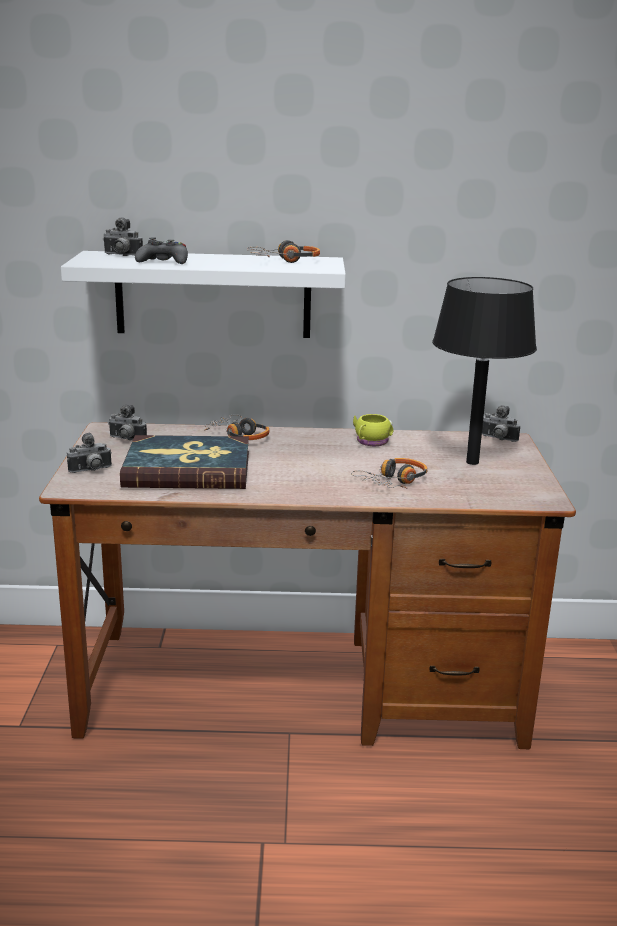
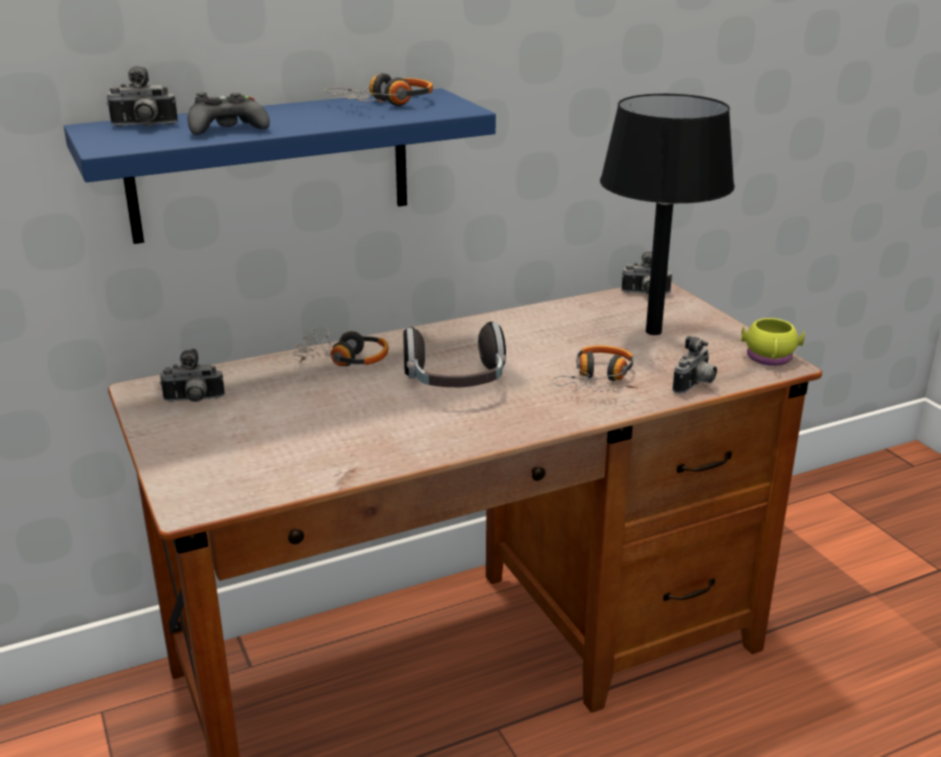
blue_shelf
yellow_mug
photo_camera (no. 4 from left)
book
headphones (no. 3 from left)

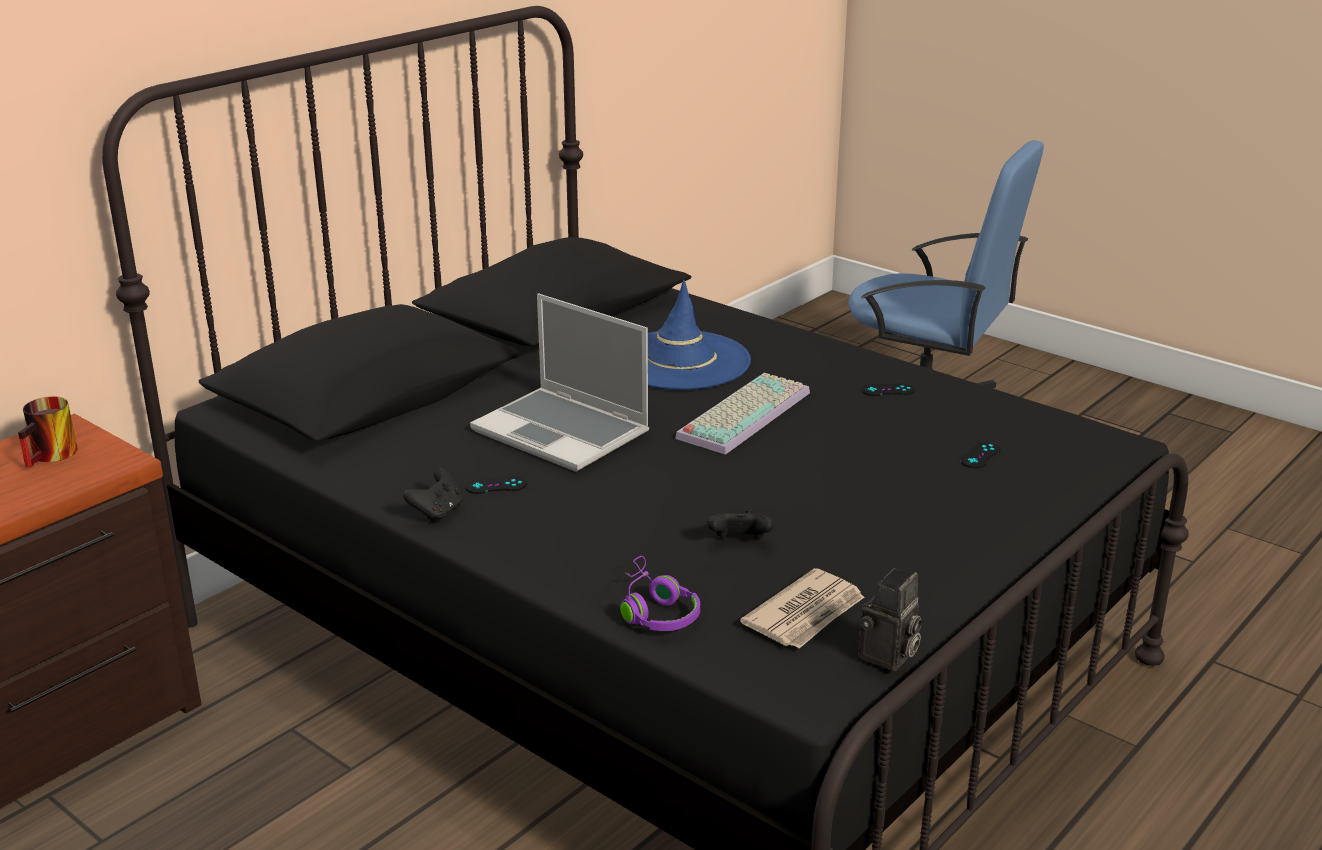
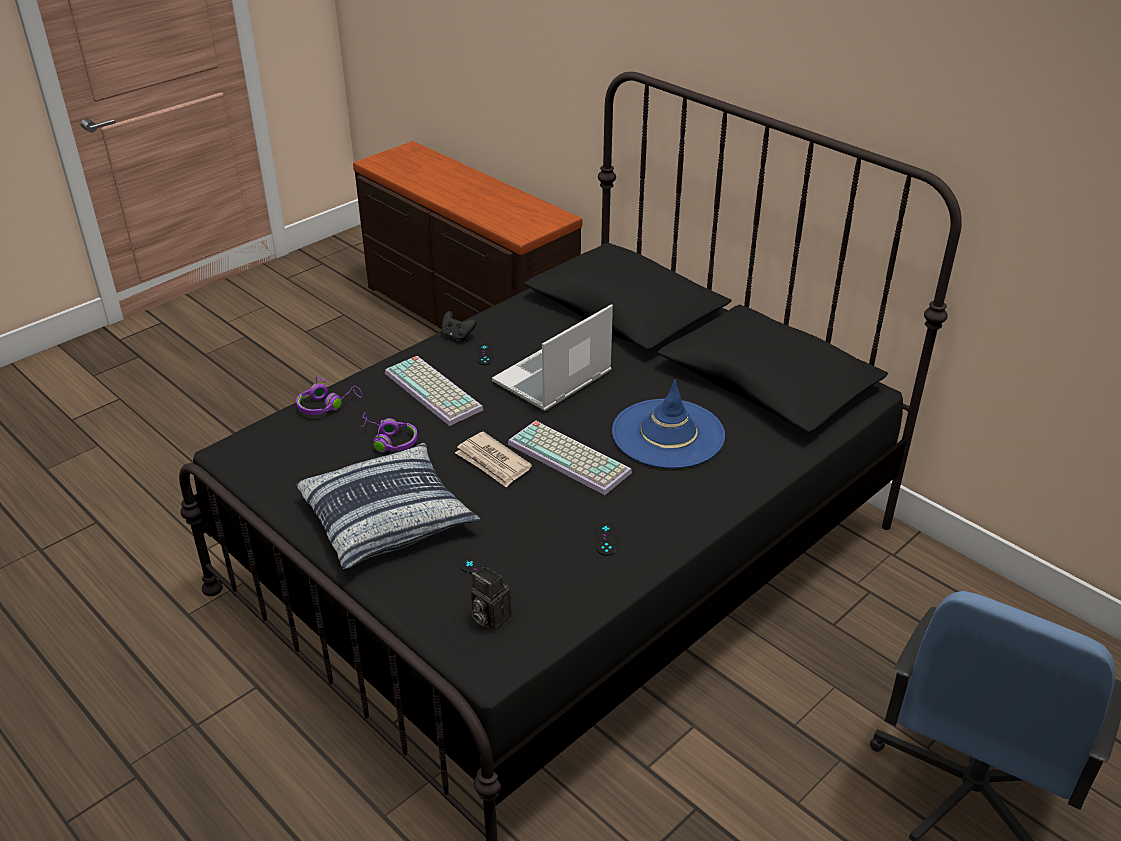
mug
purple_headphones (no. 2 from left)
newspaper
photo_camera
keyboard (no. 1 from left)
pillow

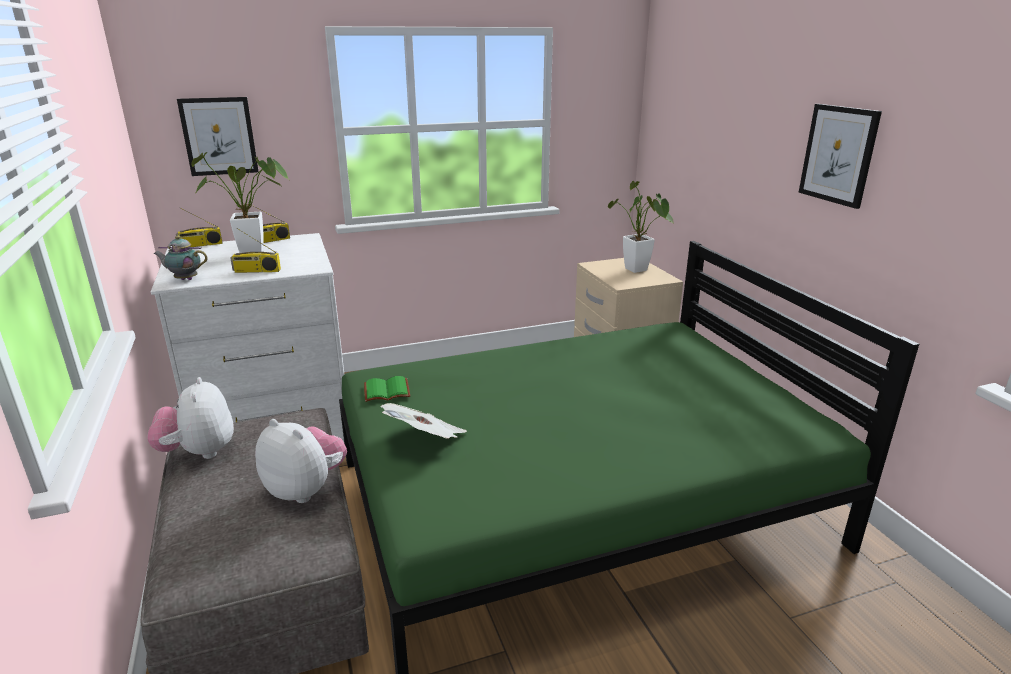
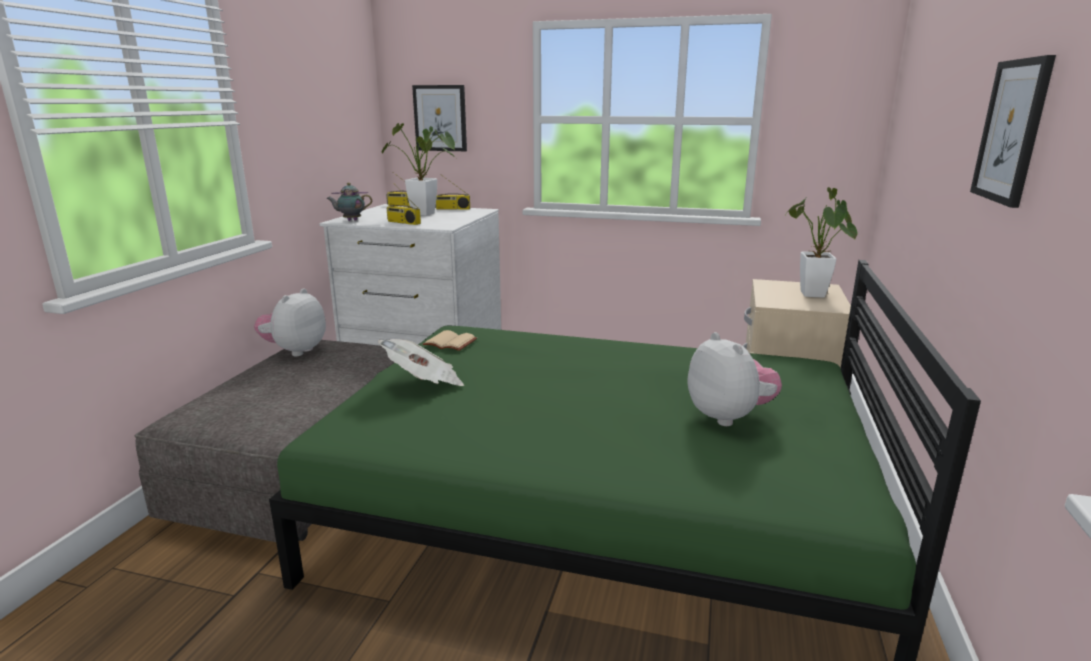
teapot
beige_book
plush_toy (no. 2 from left)

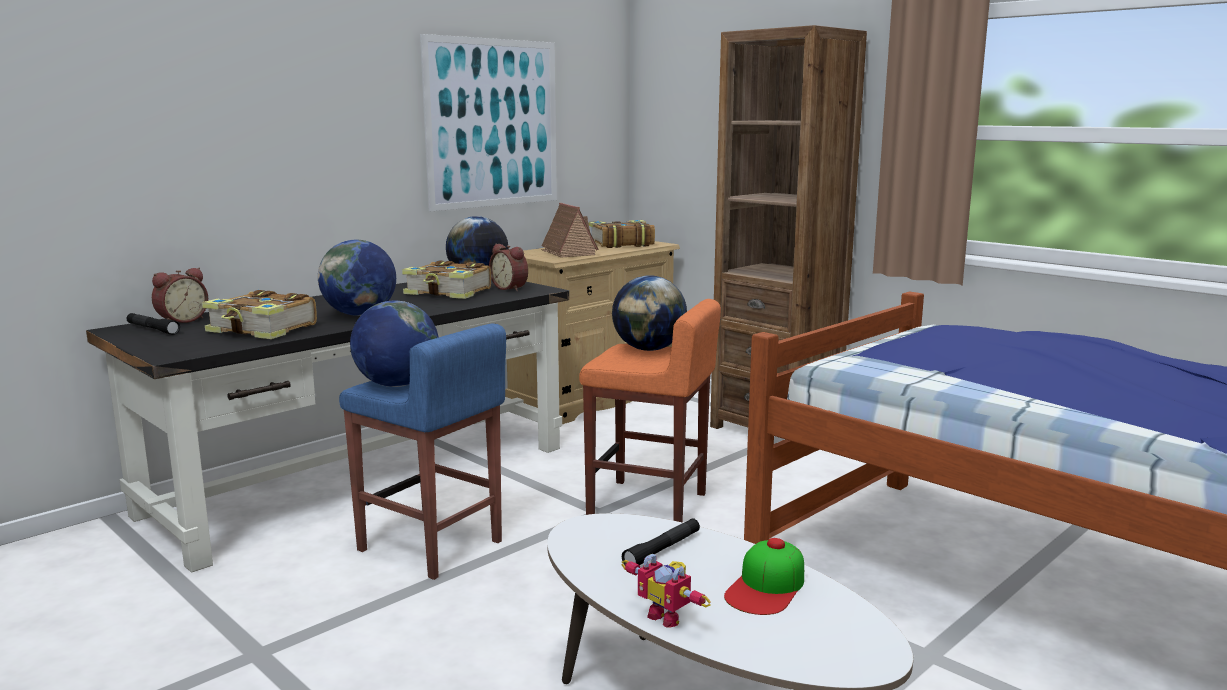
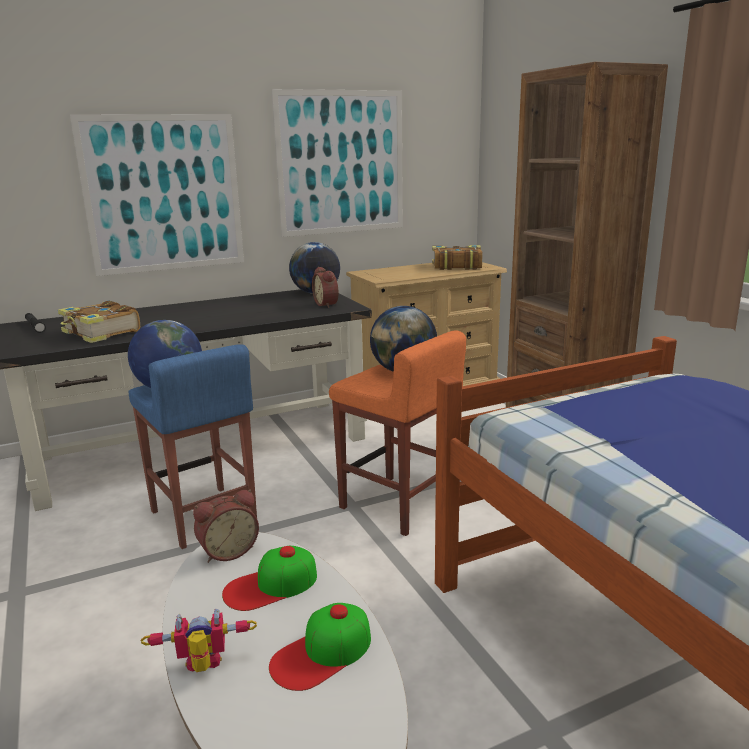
toy_house
globe (no. 1 from left in the first image)
book (no. 2 from left in the first image)
alarm_clock (no. 1 from left)
cap (no. 1 from left)
toy_robot
picture (no. 1 from left)

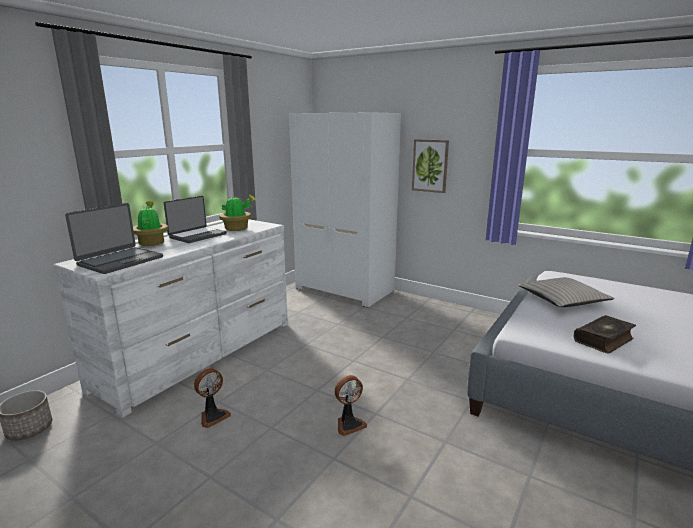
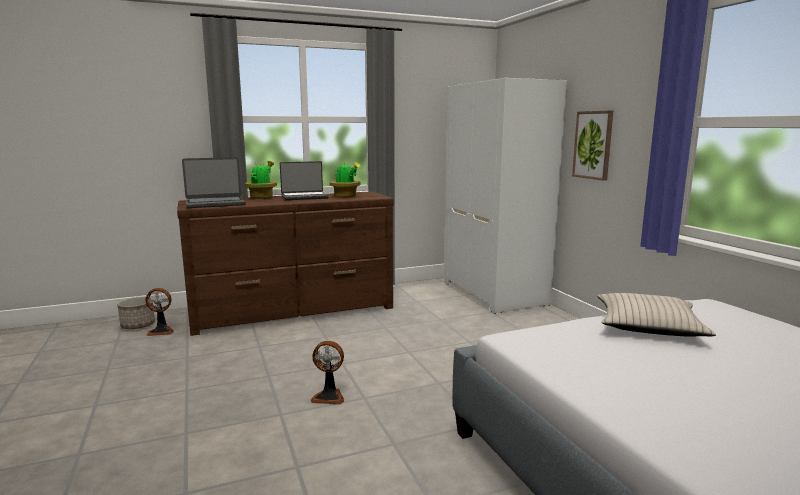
brown_dresser
book
fan (no. 1 from left)

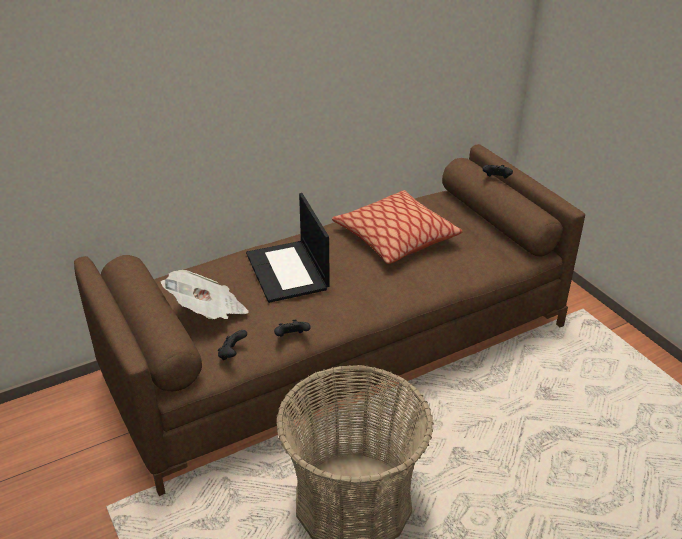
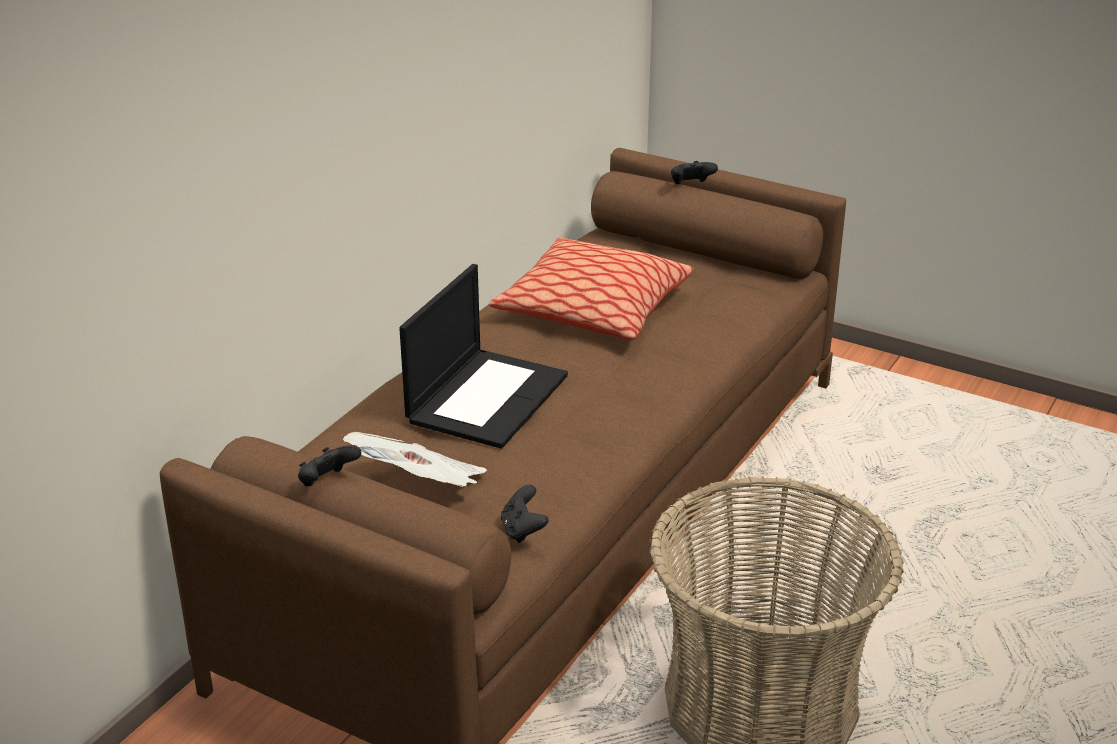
laptop
black_game_controller (no. 1 from left)

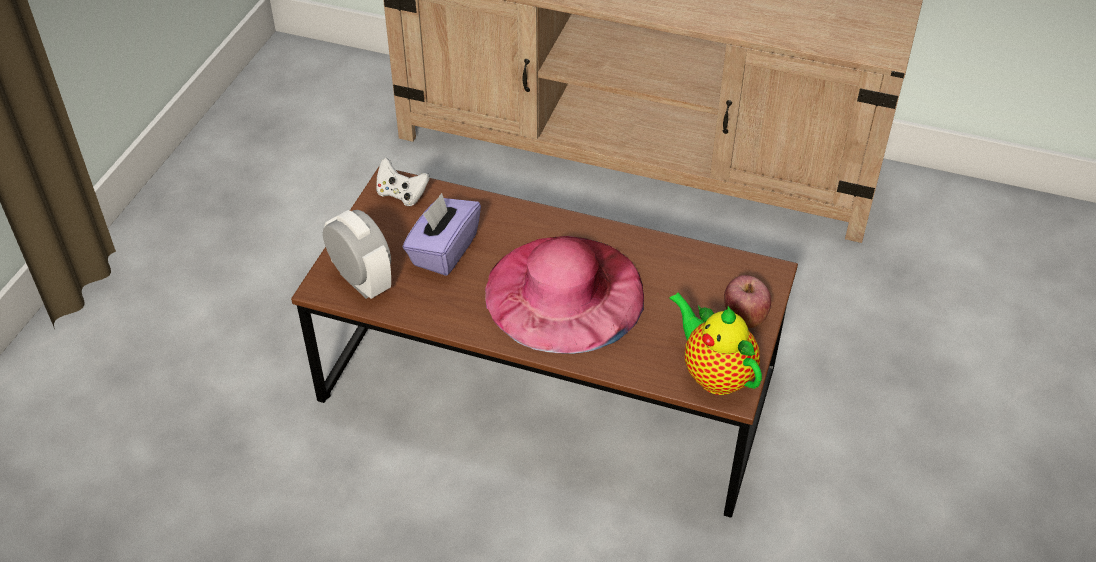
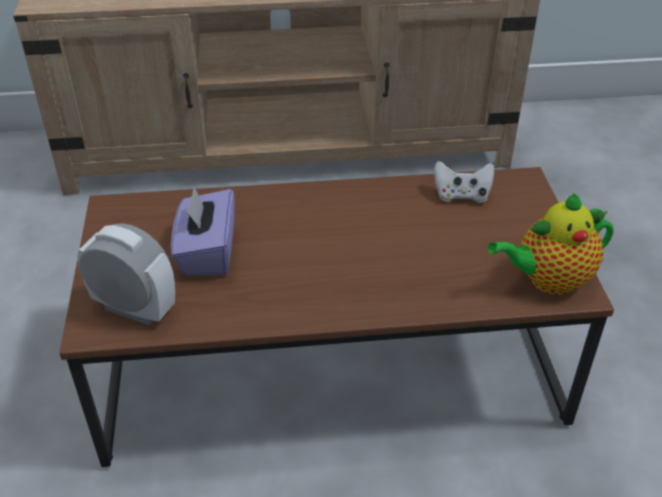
white_game_controller
pink_hat
apple
teapot

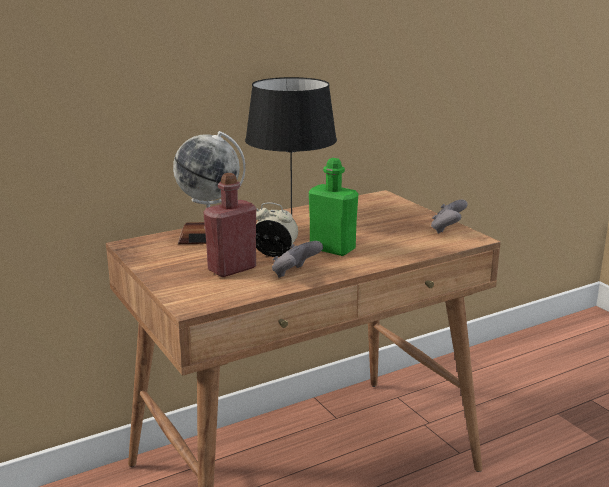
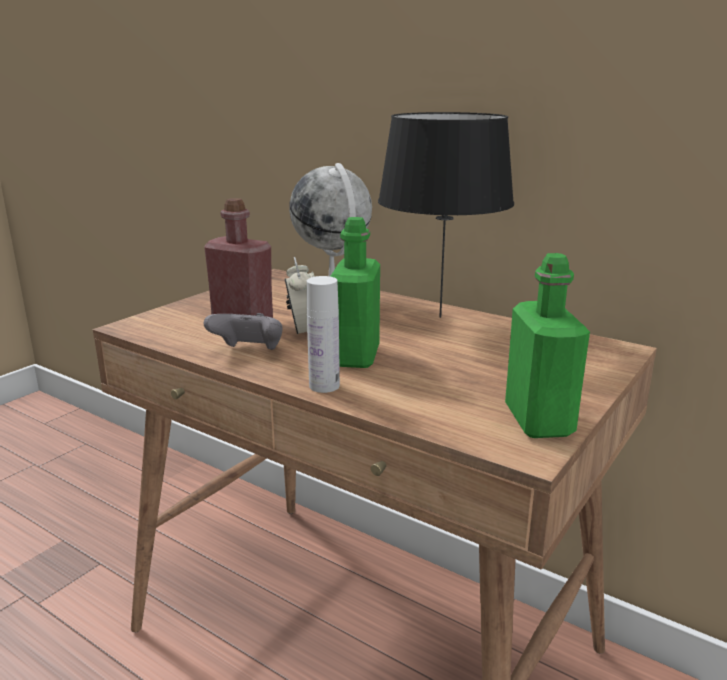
green_bottle (no. 2 from left)
white_bottle

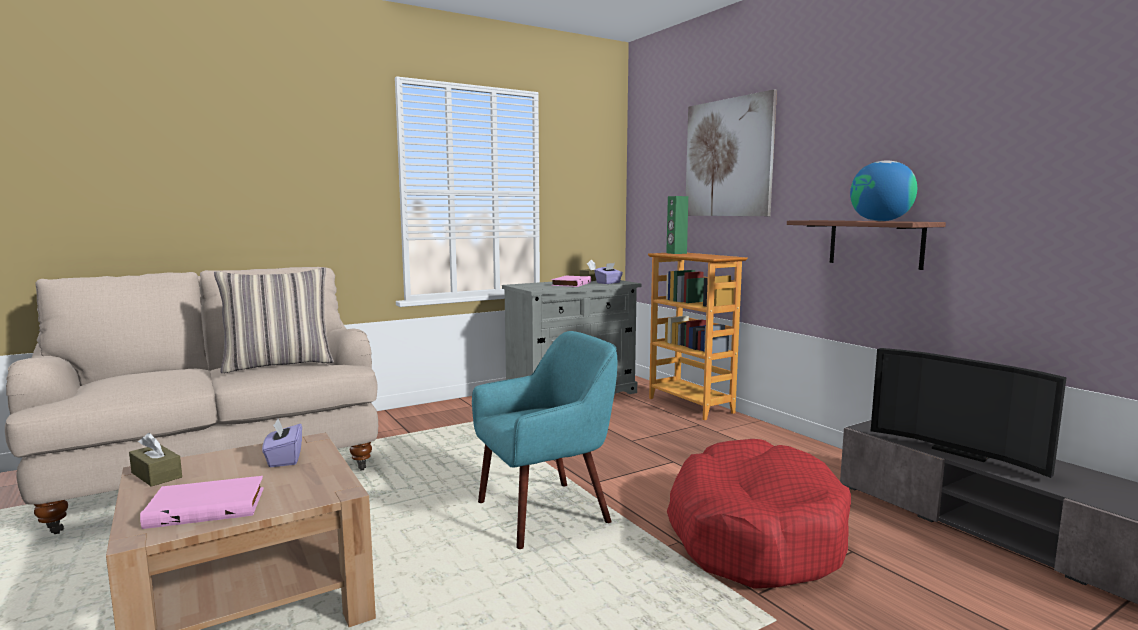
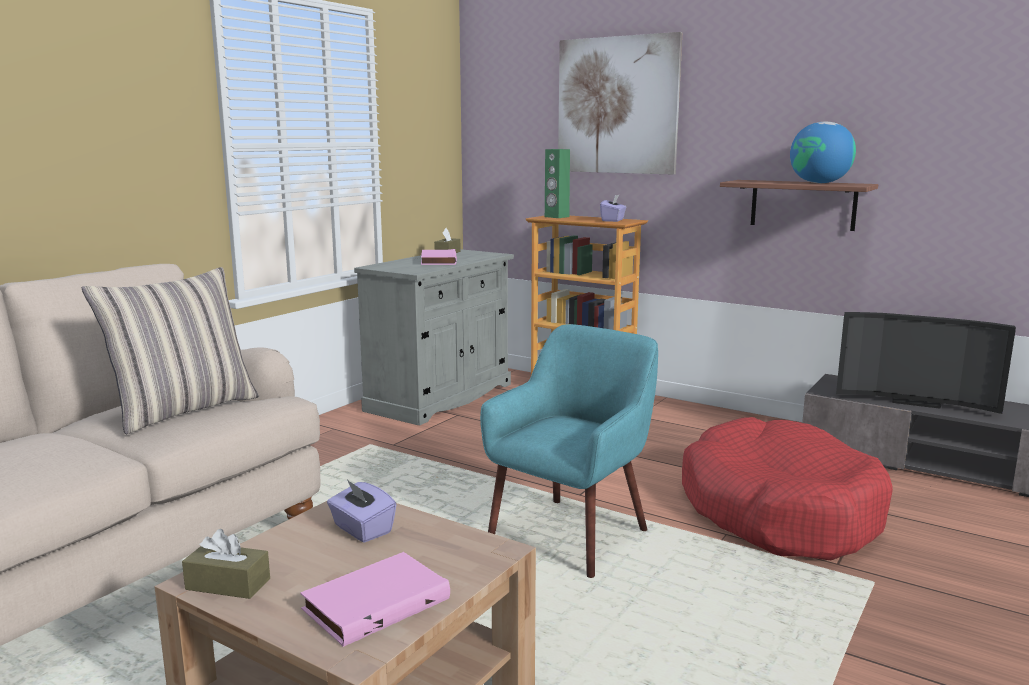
purple_tissue_box (no. 2 from left)

